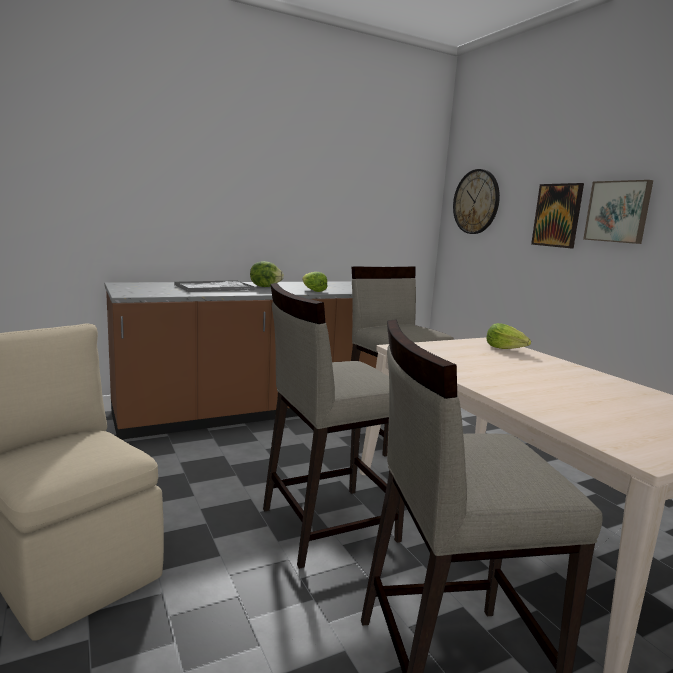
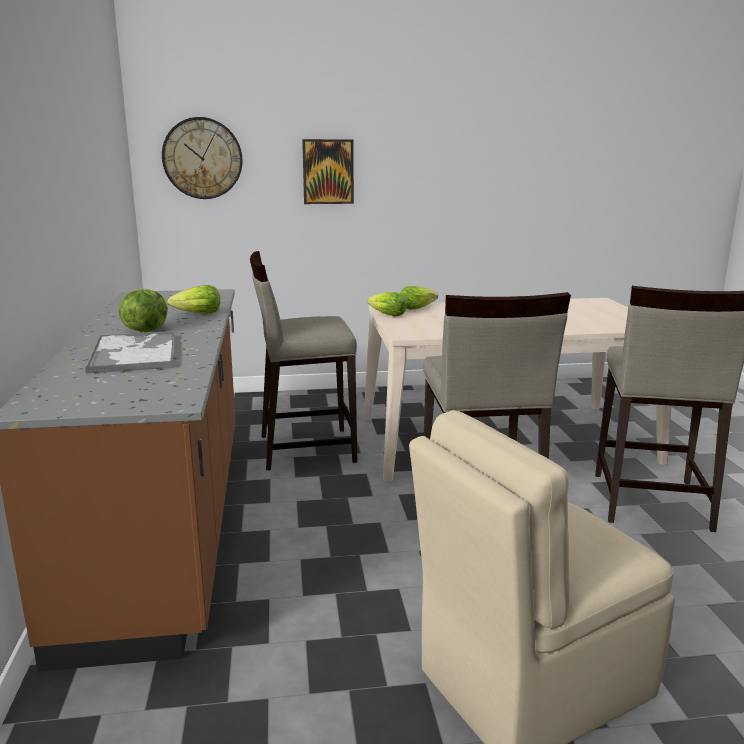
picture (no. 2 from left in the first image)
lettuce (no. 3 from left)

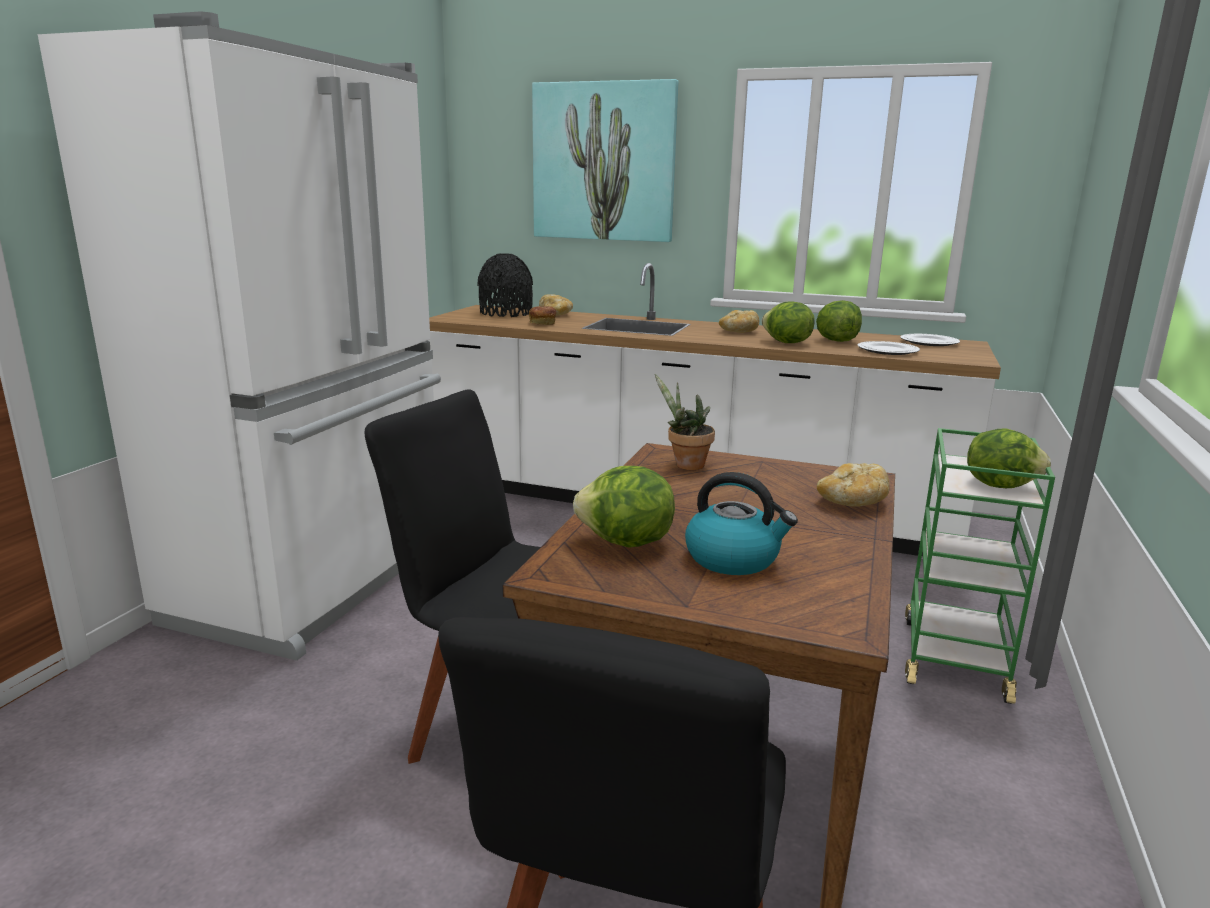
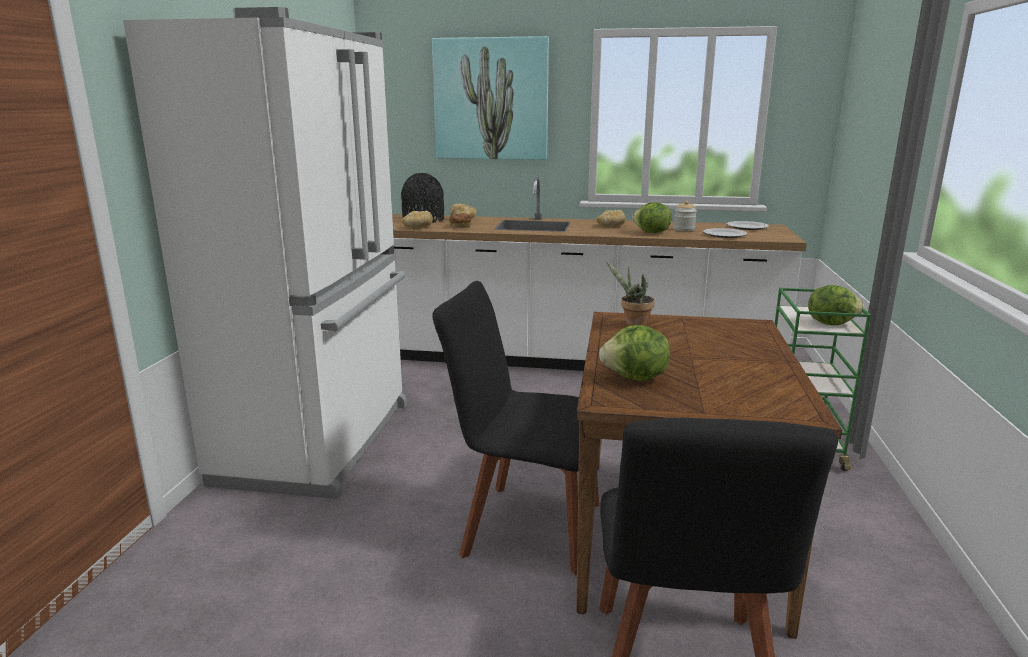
jar
bread (no. 1 from left)
kettle

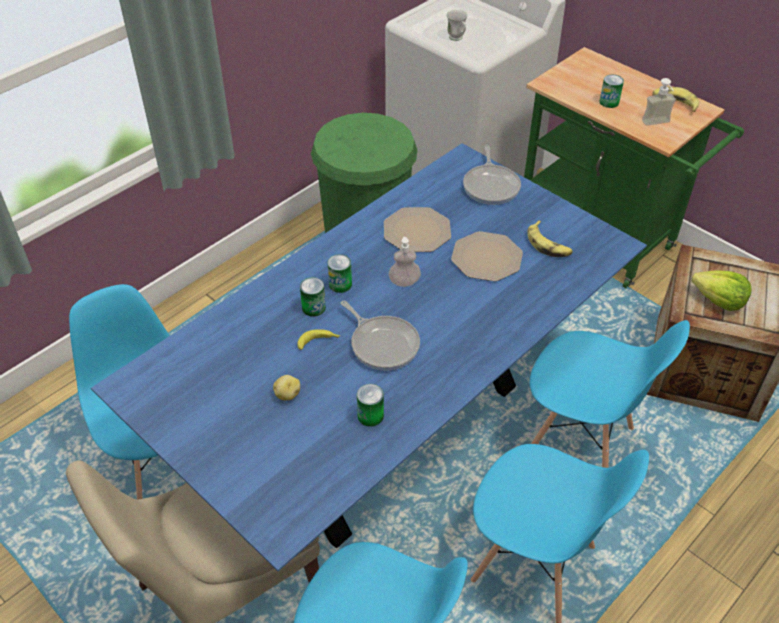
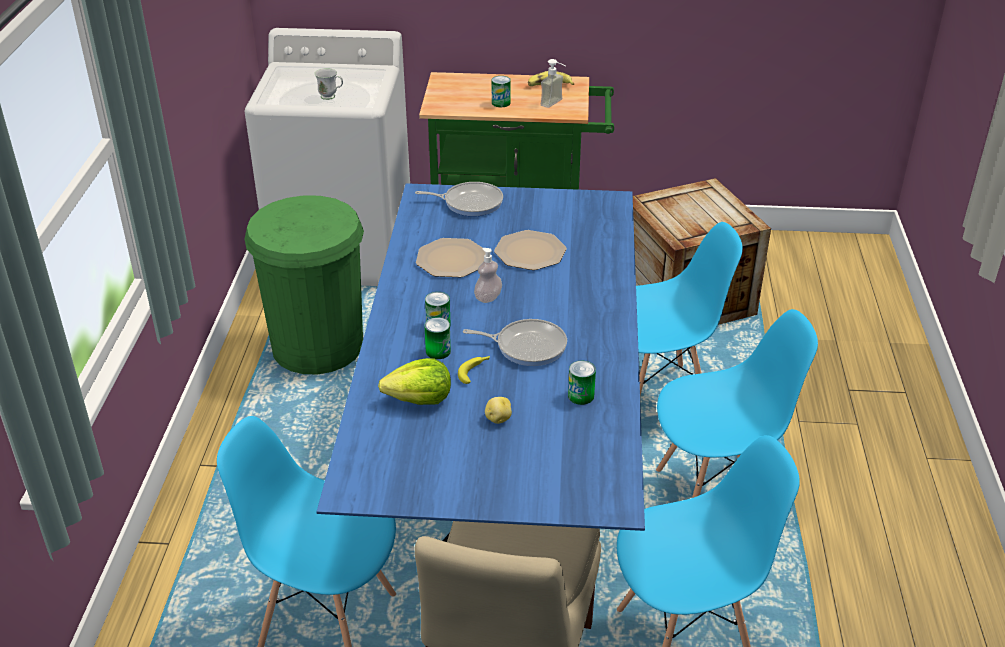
frying_pan (no. 1 from left)
banana (no. 2 from left in the first image)
lettuce

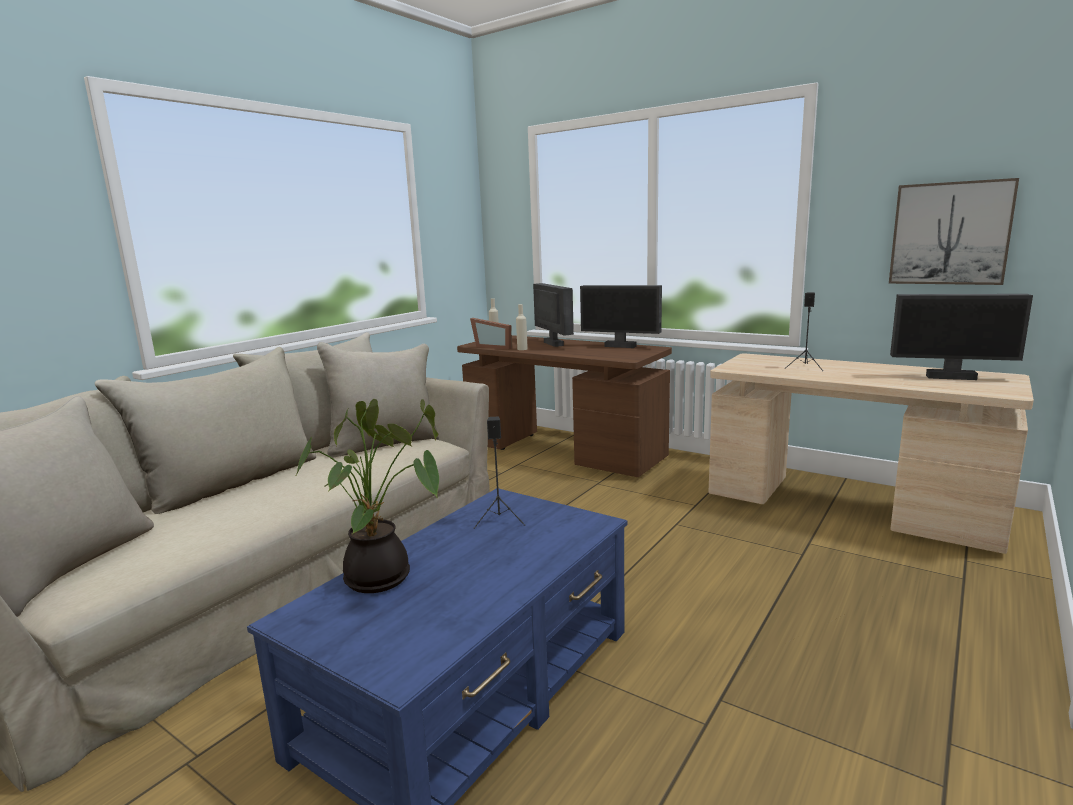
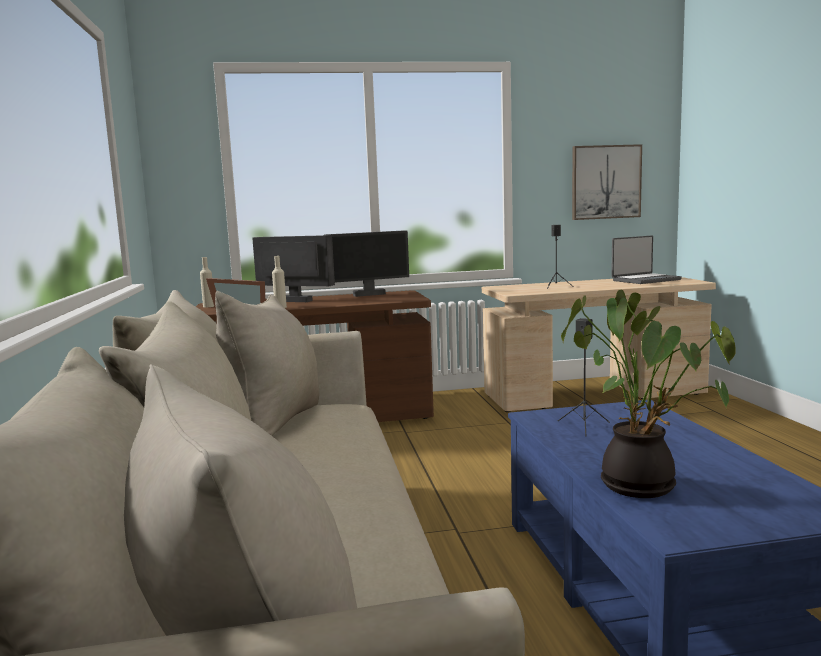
laptop

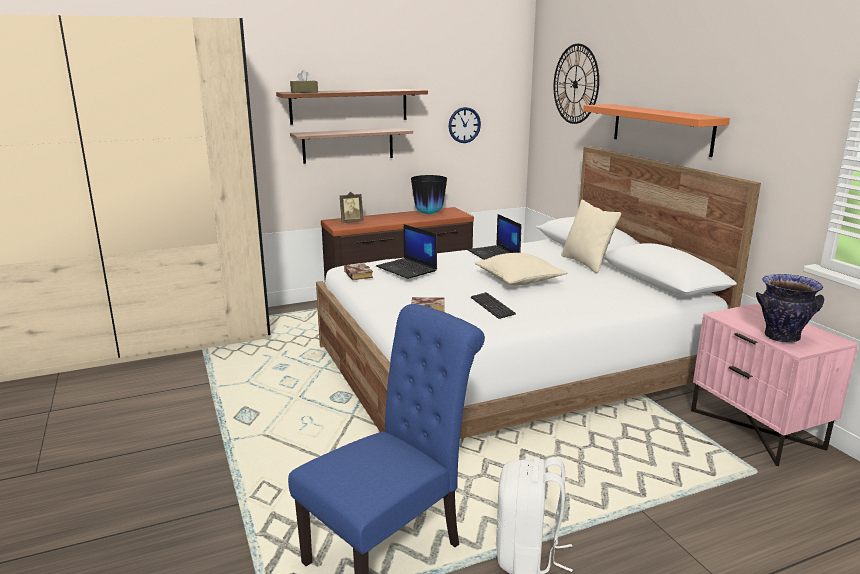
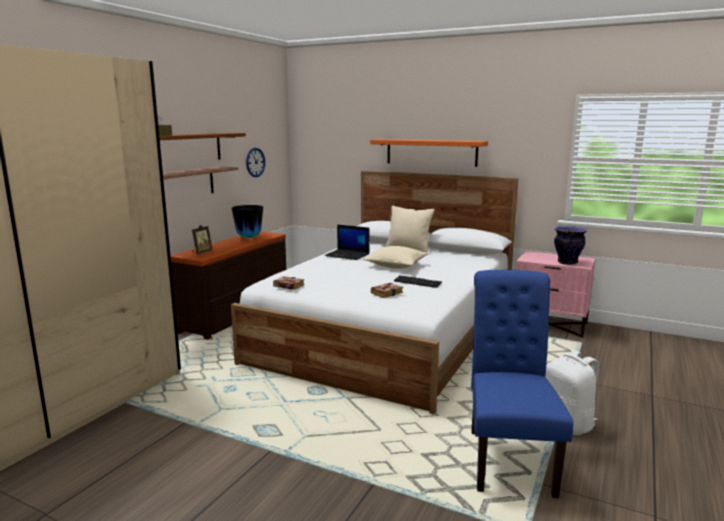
wall_clock (no. 2 from left in the first image)
laptop (no. 1 from left in the first image)

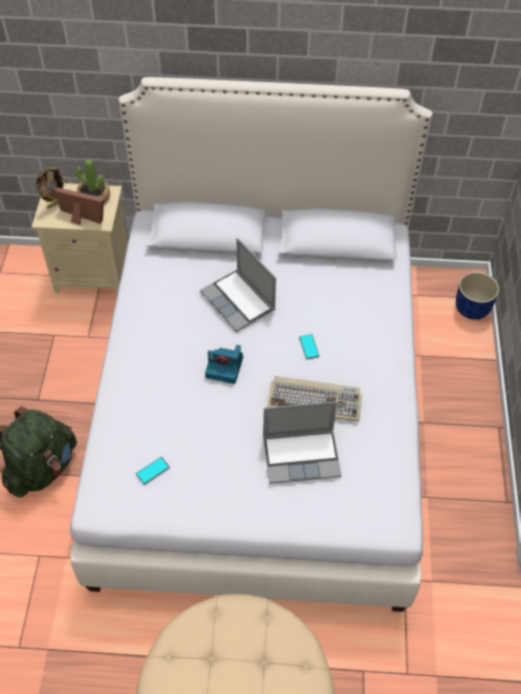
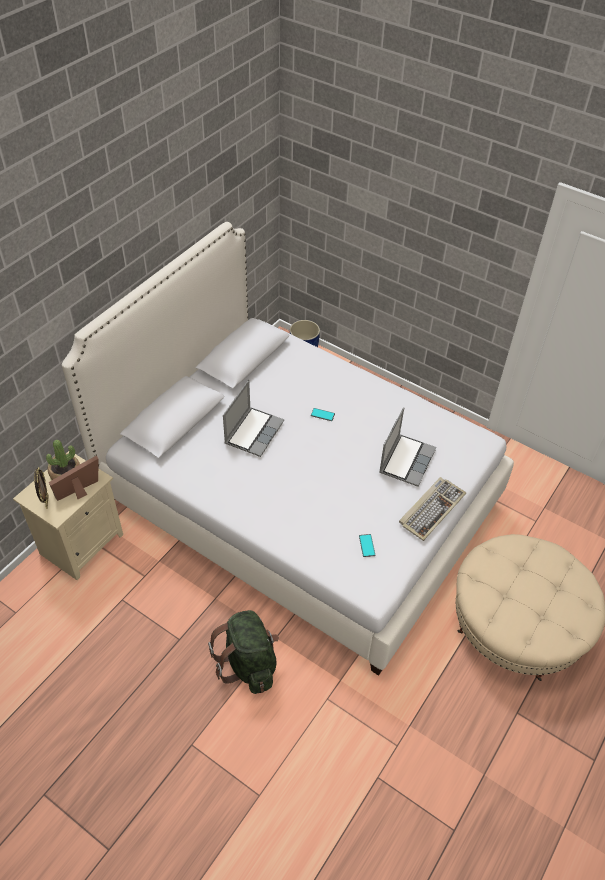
laptop (no. 1 from left)
photo_camera
keyboard

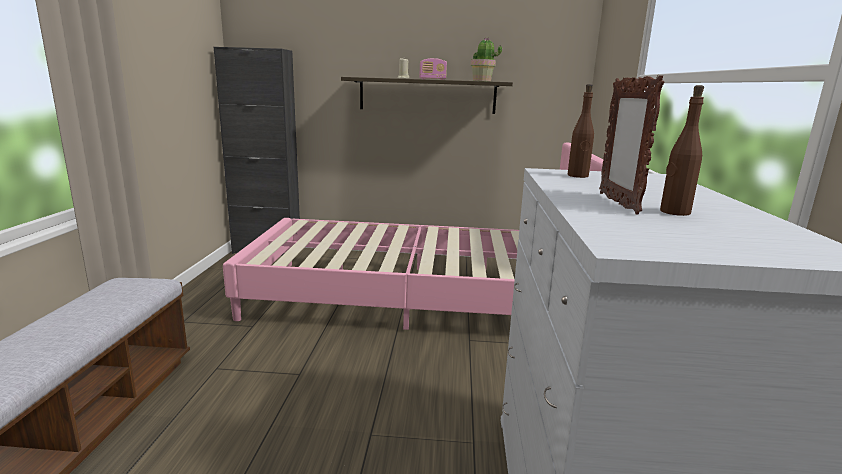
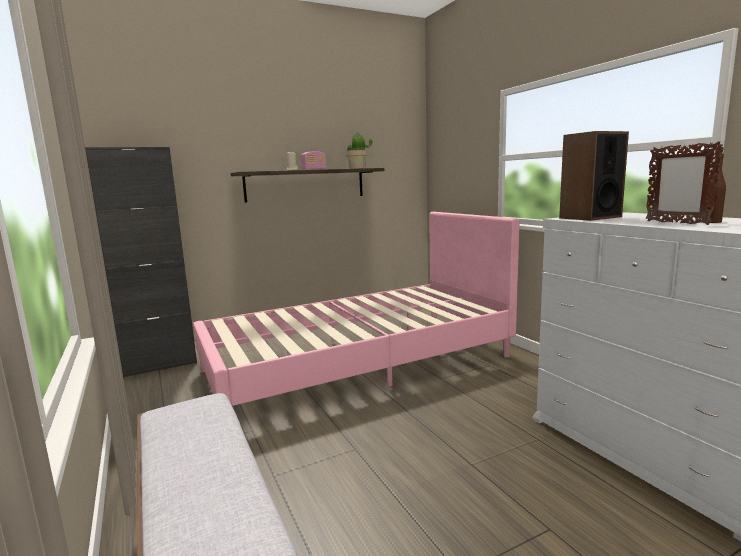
speaker

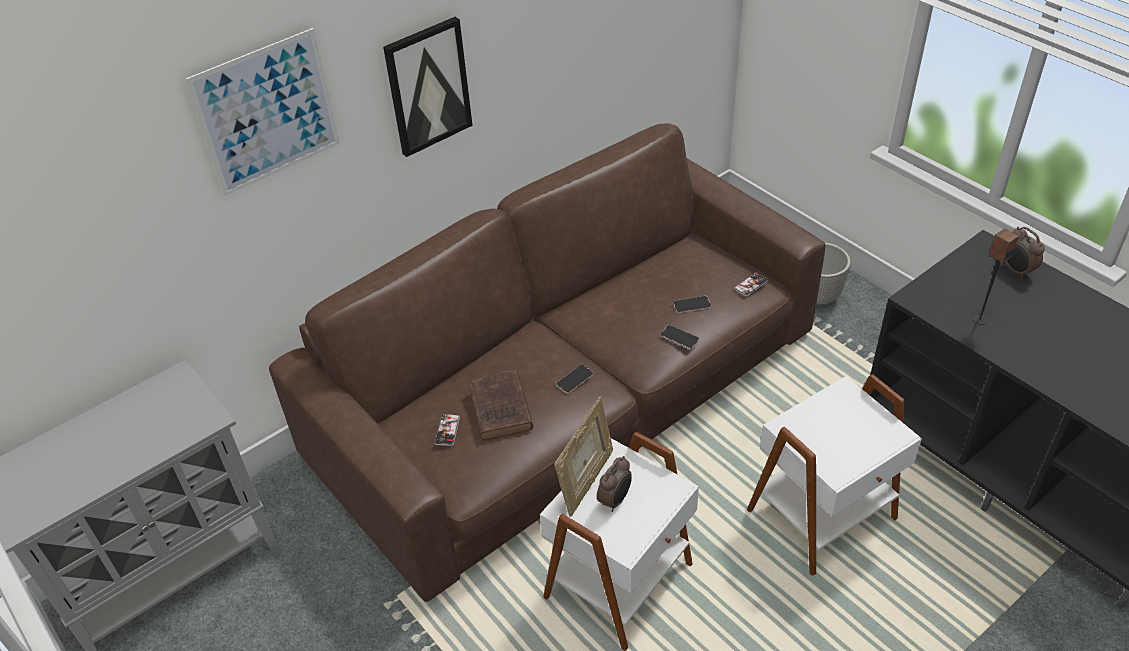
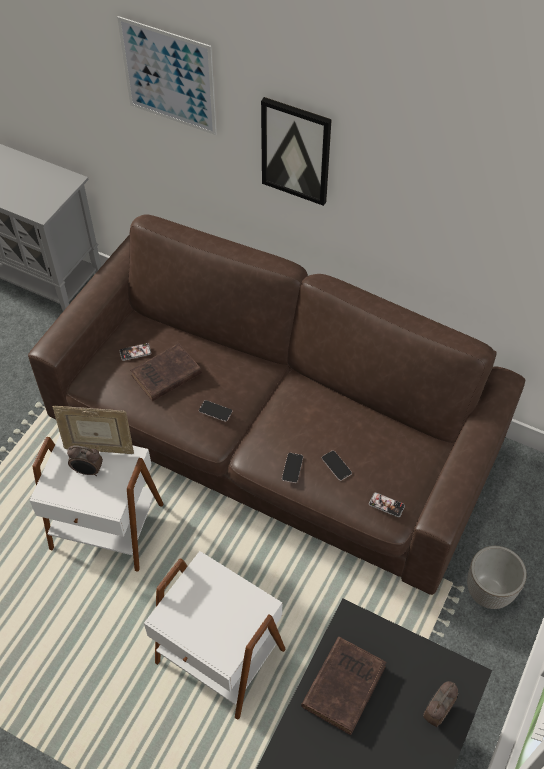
brown_book (no. 2 from left)

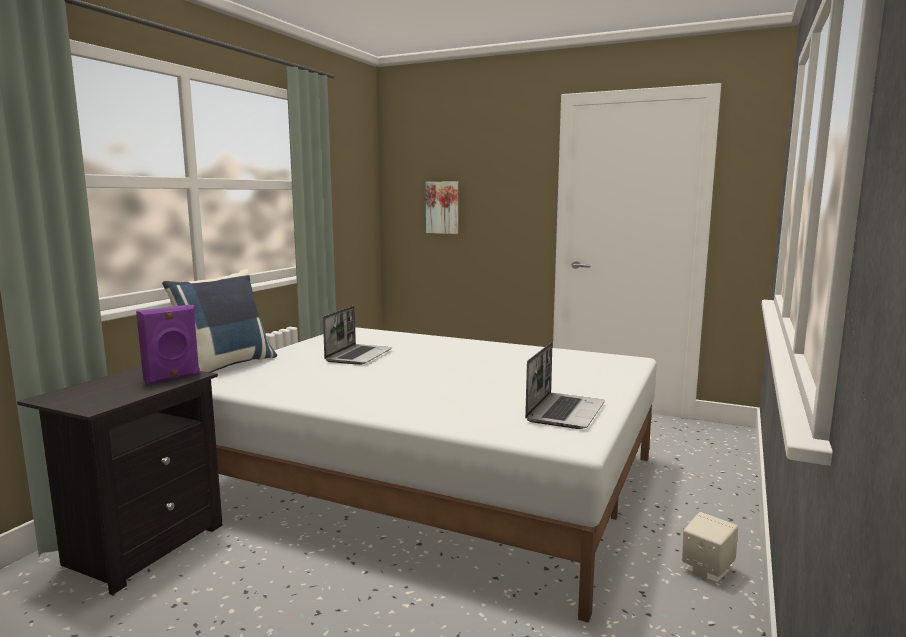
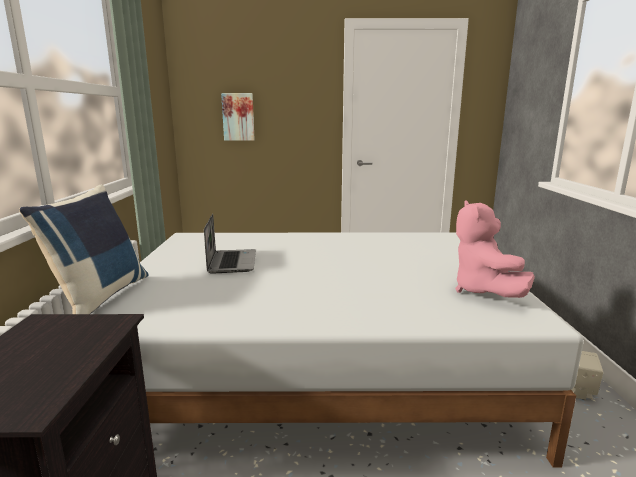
purple_speaker
pink_plush_toy

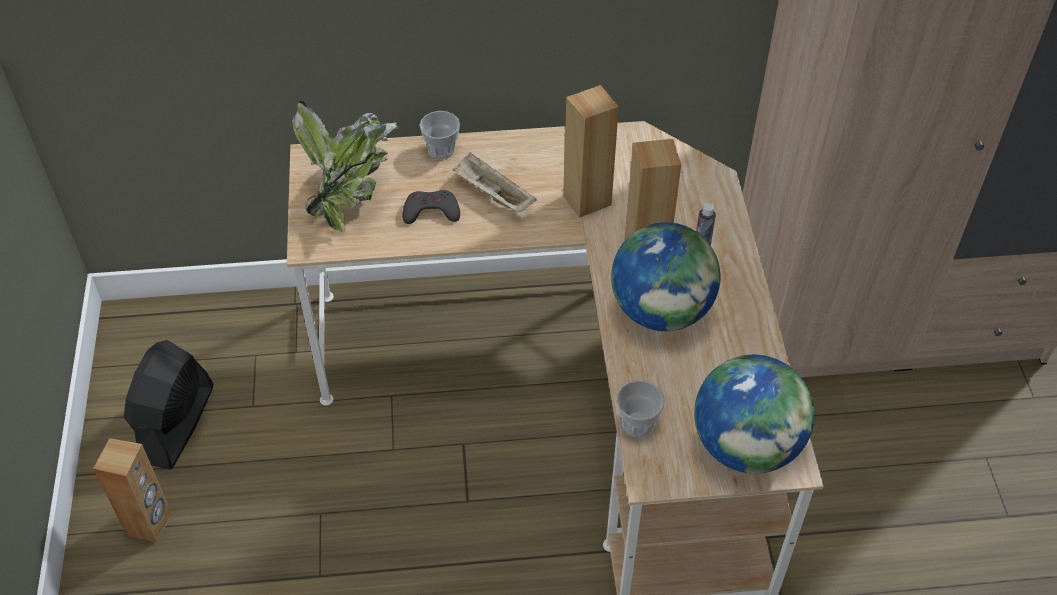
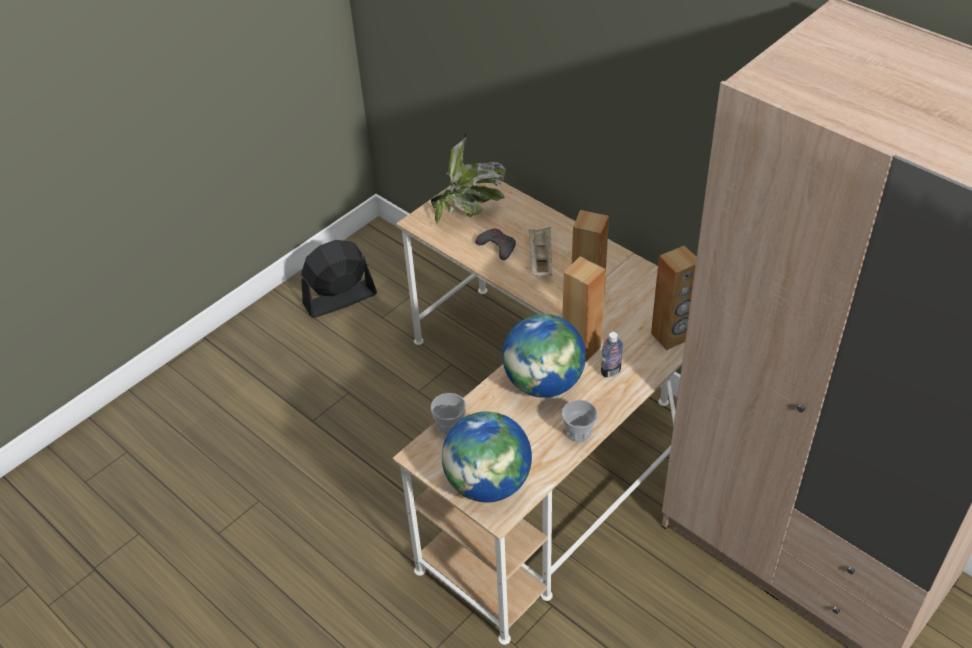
cup (no. 2 from left)
brown_speaker (no. 3 from left)

